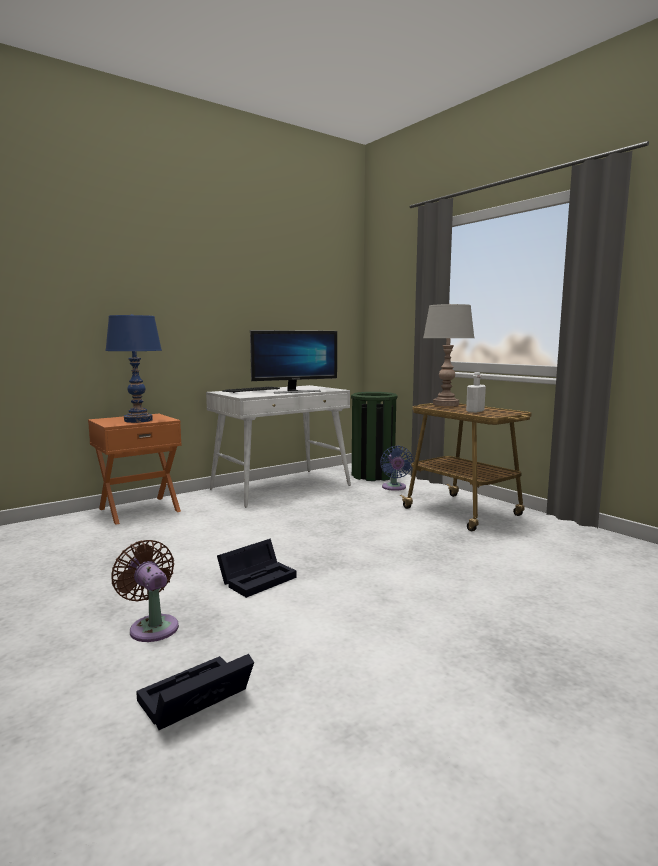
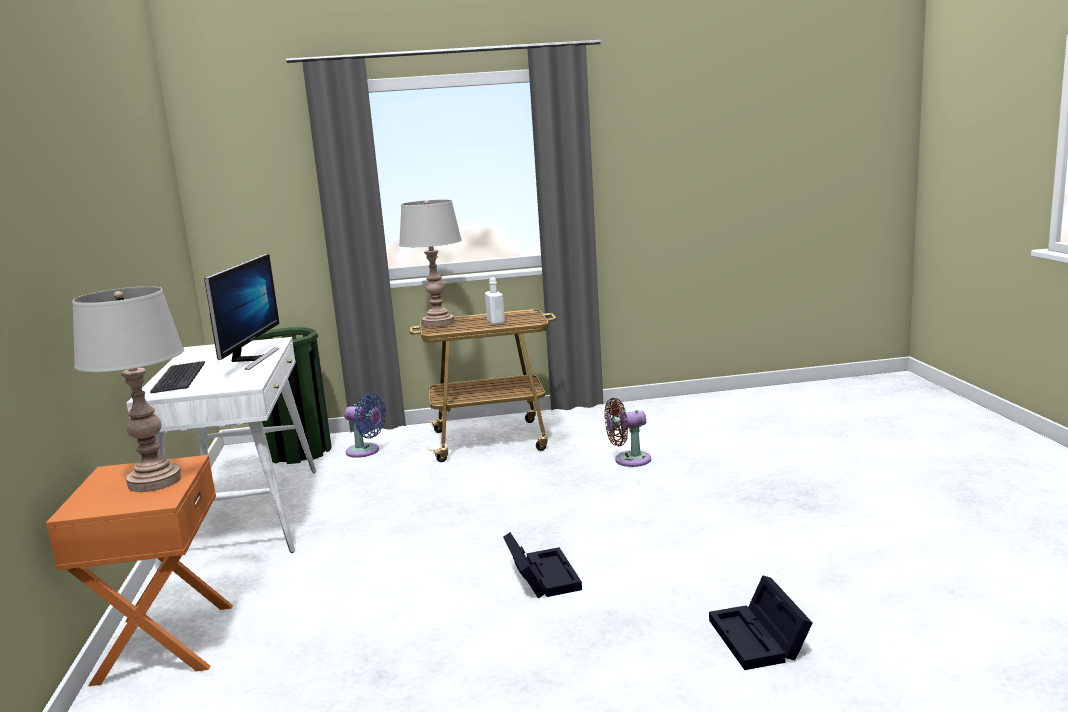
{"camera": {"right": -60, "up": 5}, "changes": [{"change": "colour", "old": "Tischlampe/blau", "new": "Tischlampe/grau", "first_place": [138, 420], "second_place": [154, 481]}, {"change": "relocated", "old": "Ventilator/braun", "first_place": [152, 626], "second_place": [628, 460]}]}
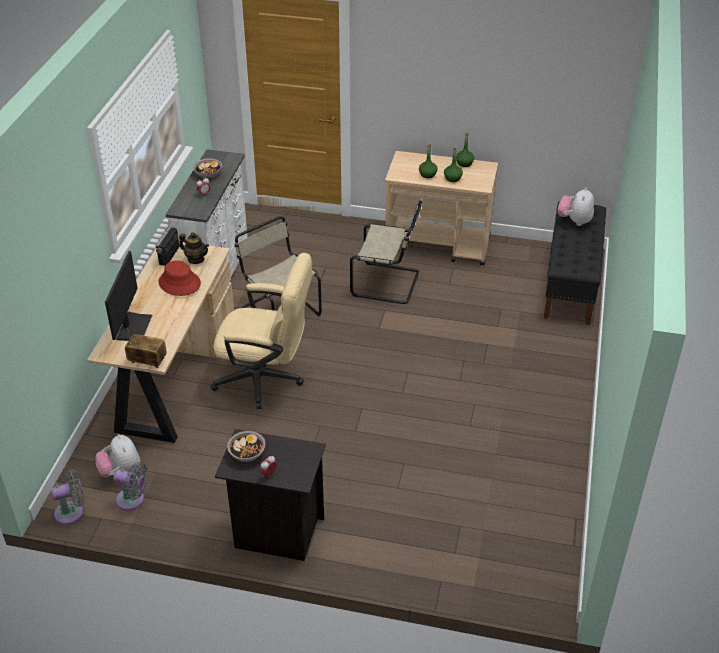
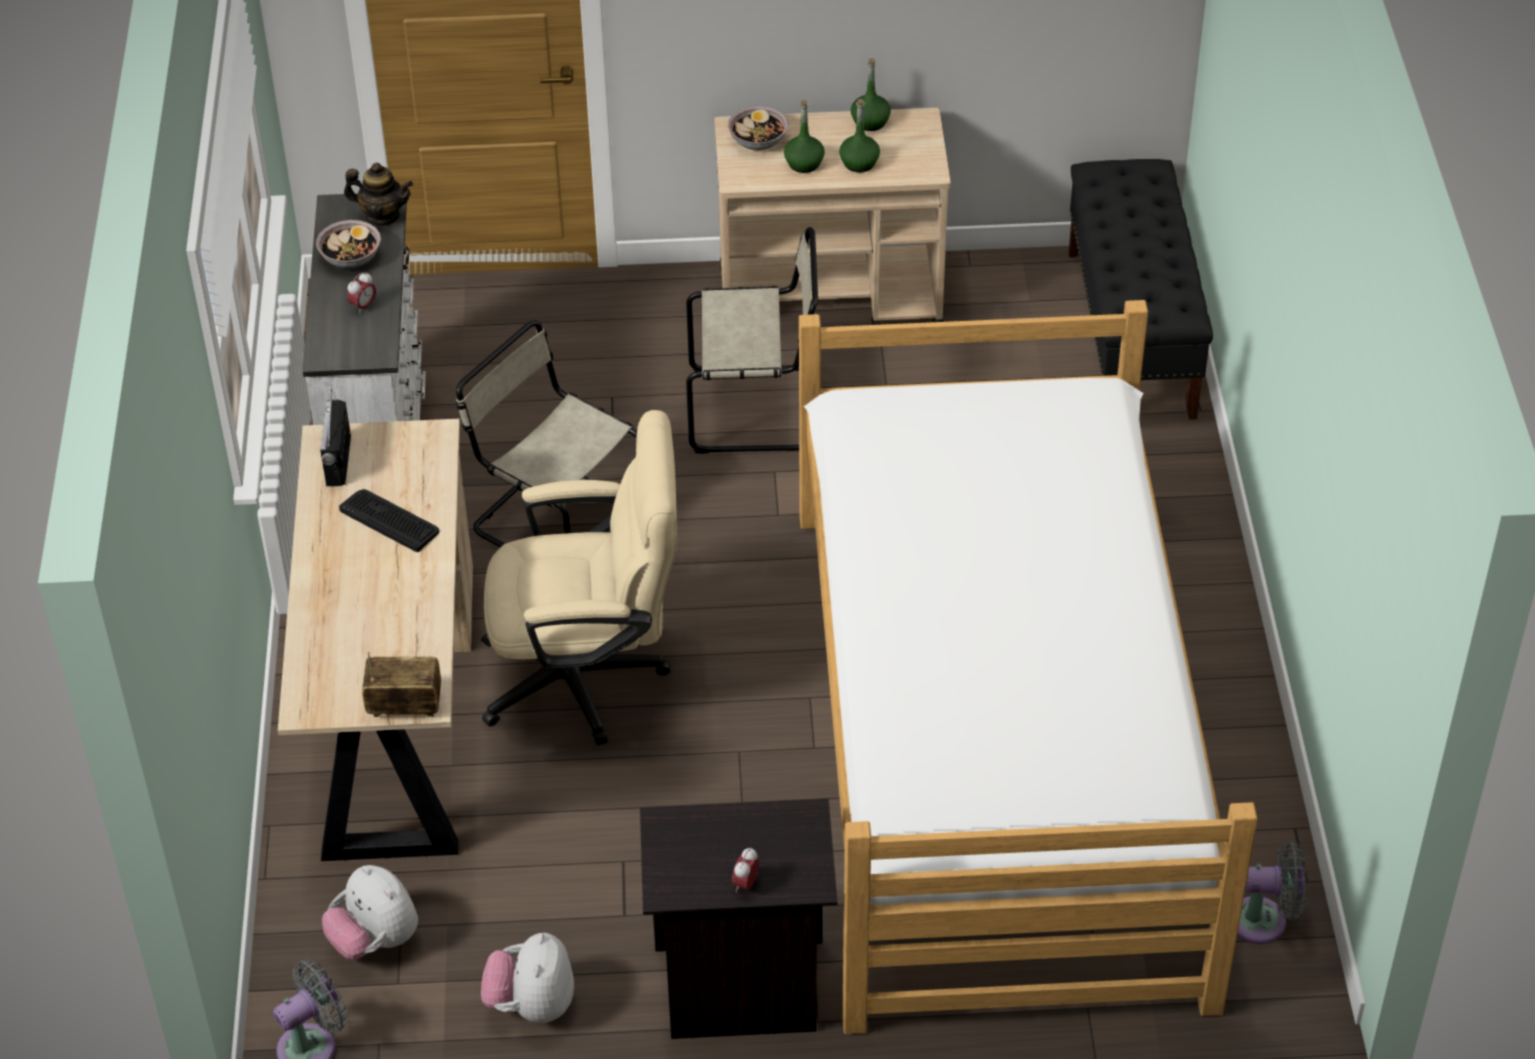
{"camera": {"right": -15, "up": 5}, "changes": [{"change": "relocated", "old": "Plüschtier", "first_place": [574, 221], "second_place": [532, 1005]}, {"change": "relocated", "old": "Teekanne", "first_place": [196, 259], "second_place": [382, 216]}, {"change": "missing", "old": "Monitor", "first_place": [133, 326]}, {"change": "exchanged", "old": "Hut/rot", "new": "Tastatur", "first_place": [179, 283], "second_place": [390, 520]}, {"change": "relocated", "old": "Schüssel", "first_place": [247, 453], "second_place": [758, 140]}, {"change": "relocated", "old": "Ventilator/grau", "first_place": [133, 500], "second_place": [1264, 921]}, {"change": "appeared", "new": "Bett", "second_place": [993, 748]}]}
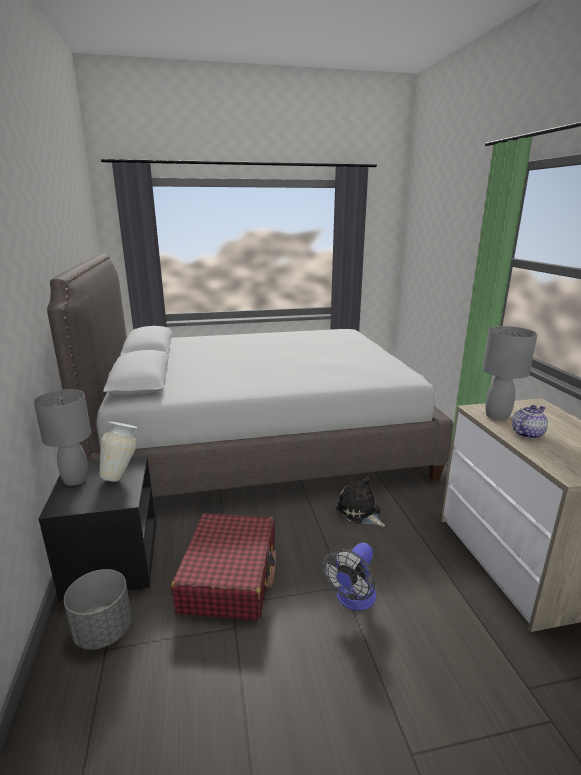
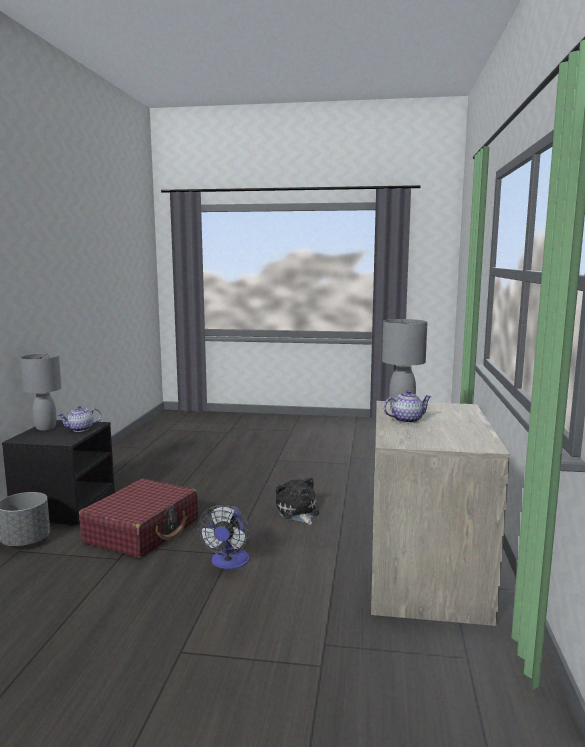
{"camera": {"right": 20, "up": -10}, "changes": [{"change": "missing", "old": "Bett/grau", "first_place": [260, 441]}, {"change": "exchanged", "old": "Vase", "new": "Teekanne", "first_place": [123, 474], "second_place": [80, 429]}, {"change": "spun", "old": "Ventilator", "first_place": [353, 599], "second_place": [229, 563], "degrees": -45}]}
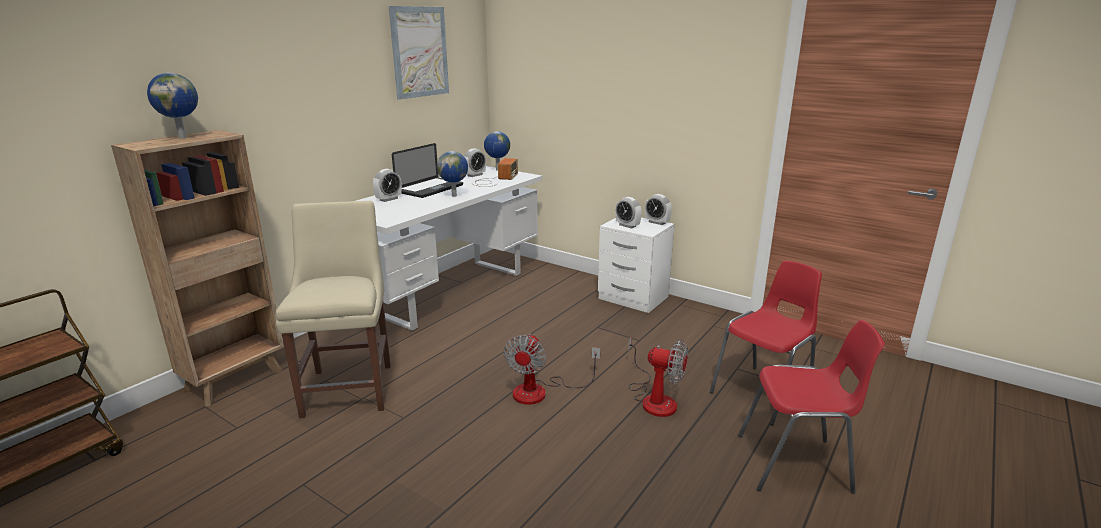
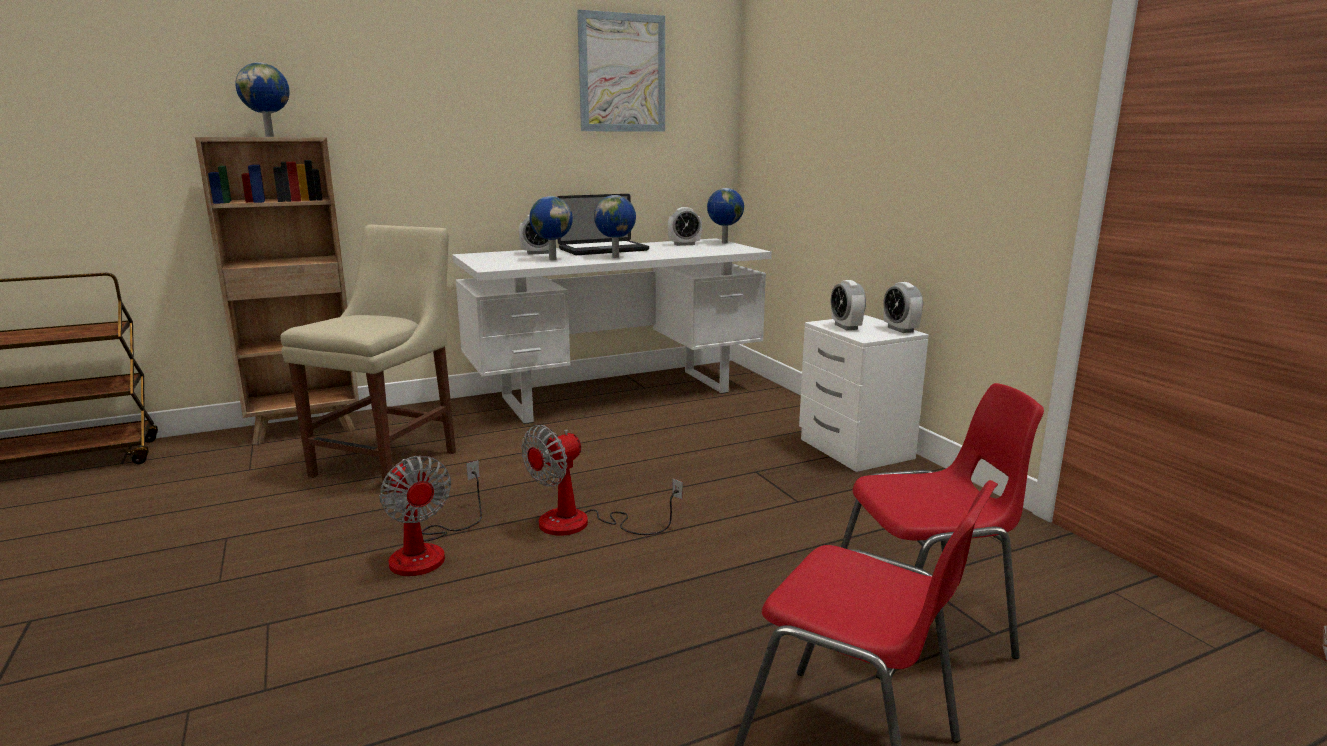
{"camera": {"right": 30, "up": -5}, "changes": [{"change": "missing", "old": "Radio", "first_place": [494, 180]}, {"change": "relocated", "old": "Ventilator", "first_place": [654, 398], "second_place": [429, 550]}, {"change": "appeared", "new": "Globus", "second_place": [552, 259]}]}
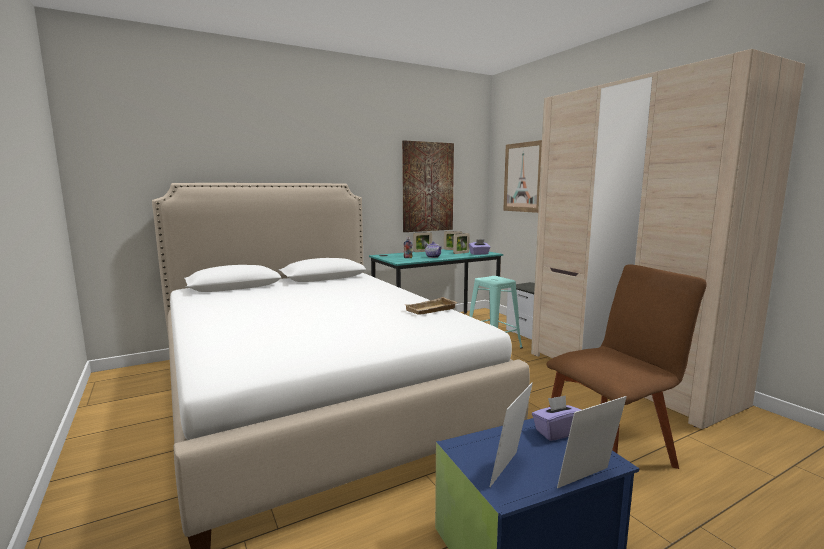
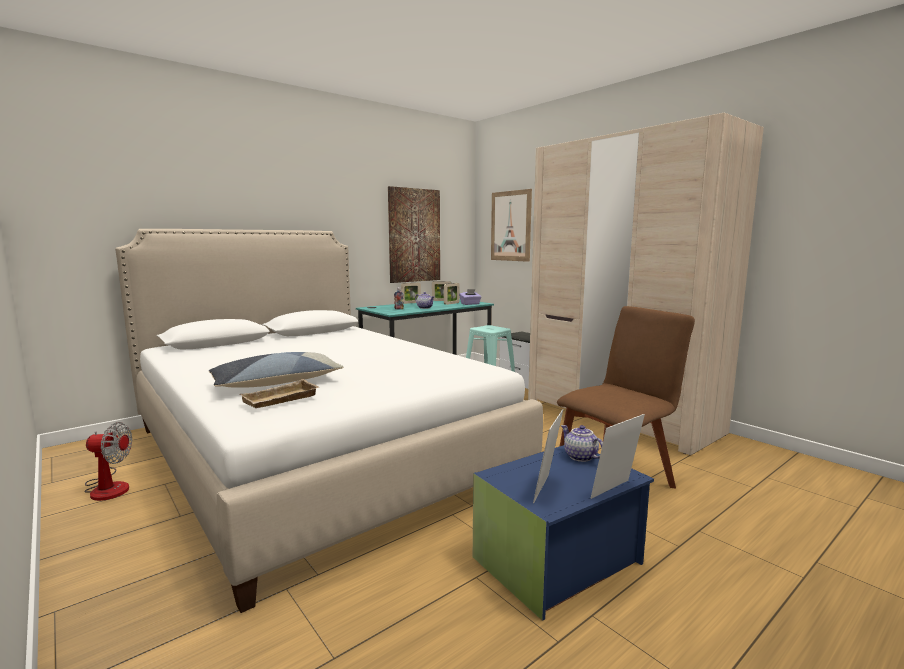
{"camera": {"right": -10, "up": 0}, "changes": [{"change": "relocated", "old": "Tablett/beige", "first_place": [431, 310], "second_place": [280, 400]}, {"change": "exchanged", "old": "Taschentuchbox/lila", "new": "Teekanne", "first_place": [557, 432], "second_place": [579, 457]}, {"change": "appeared", "new": "Kissen", "second_place": [277, 382]}, {"change": "appeared", "new": "Ventilator", "second_place": [108, 487]}]}
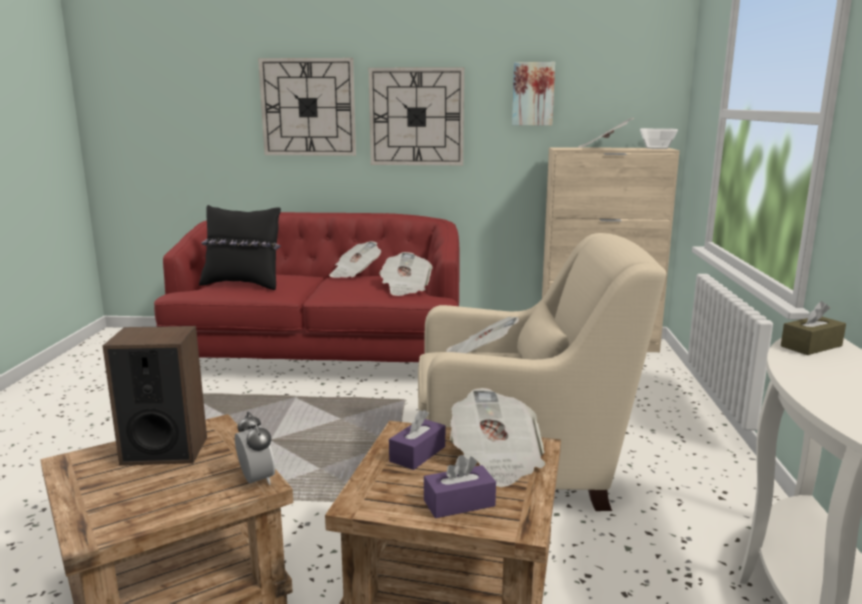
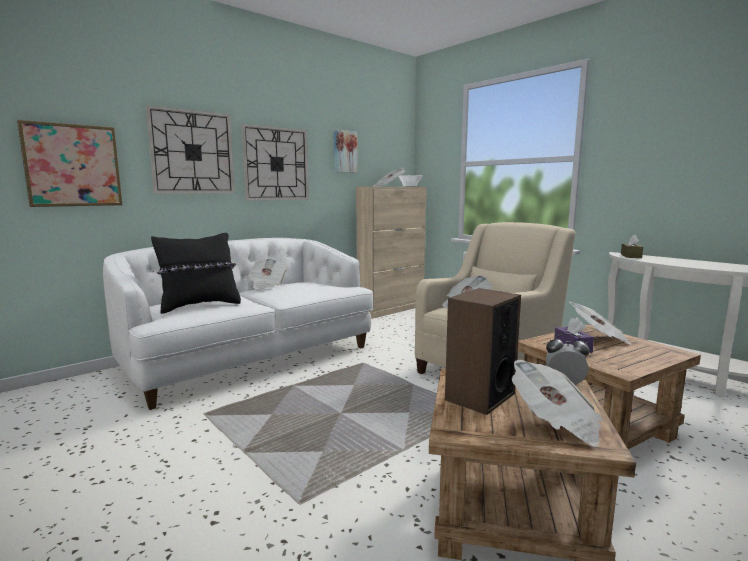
{"camera": {"right": -45, "up": -5}, "changes": [{"change": "colour", "old": "Sofa/rot", "new": "Sofa/weiß", "first_place": [322, 357], "second_place": [250, 359]}, {"change": "relocated", "old": "Zeitung", "first_place": [405, 288], "second_place": [556, 423]}, {"change": "missing", "old": "Taschentuchbox/lila", "first_place": [459, 503]}, {"change": "appeared", "new": "Bild", "second_place": [72, 165]}]}
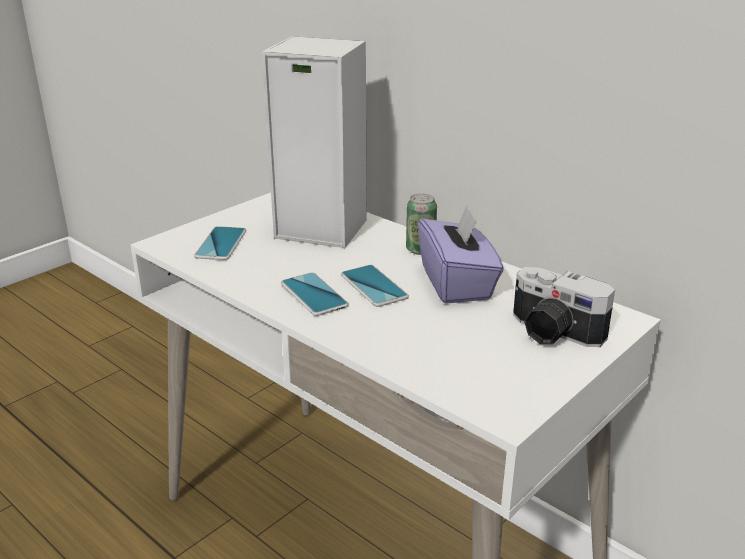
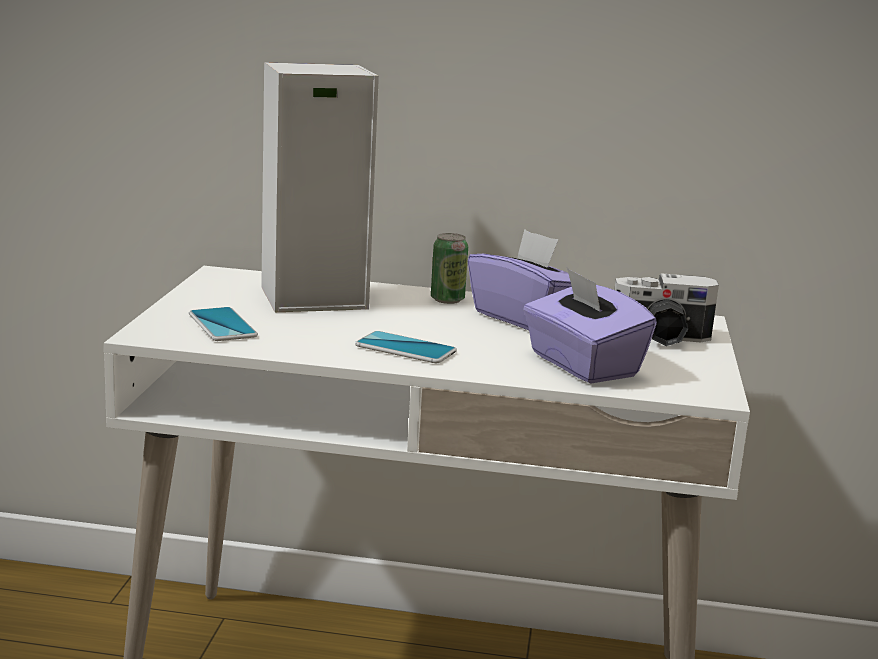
{"camera": {"right": -35, "up": -10}, "changes": [{"change": "missing", "old": "Handy", "first_place": [373, 286]}, {"change": "appeared", "new": "Taschentuchbox/lila", "second_place": [582, 365]}]}
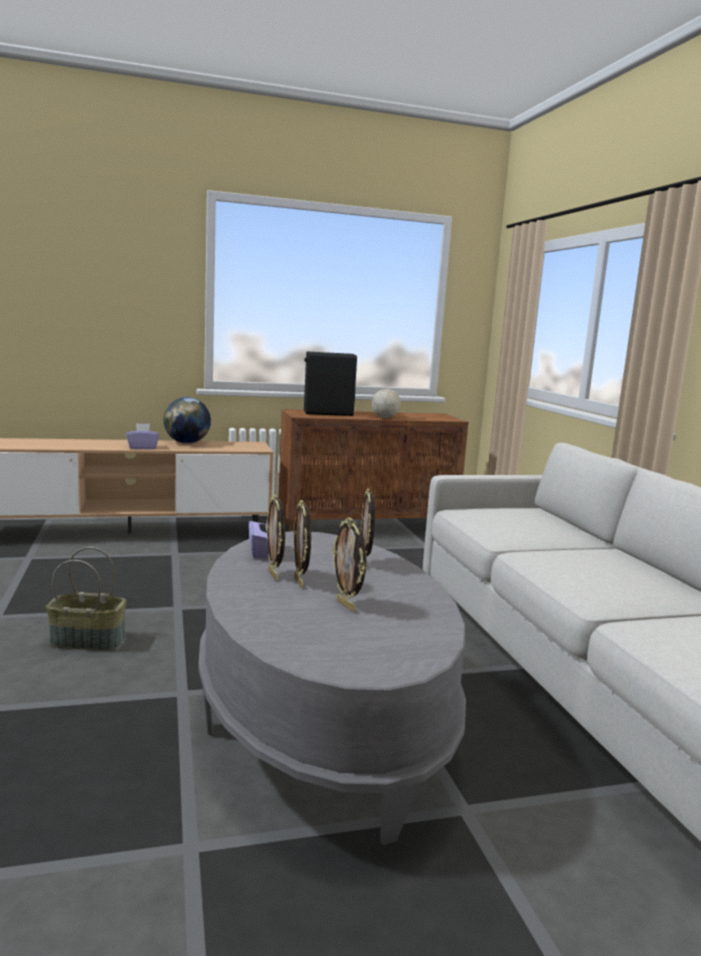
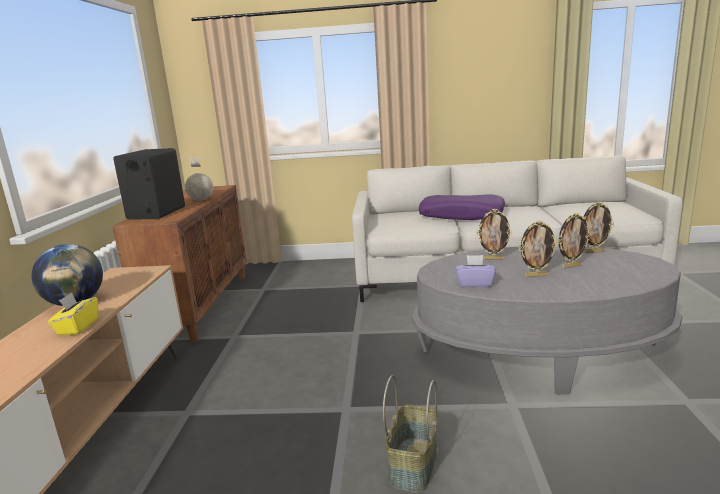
{"camera": {"right": -70, "up": 5}, "changes": [{"change": "colour", "old": "Taschentuchbox/lila", "new": "Taschentuchbox/gelb", "first_place": [142, 447], "second_place": [77, 327]}, {"change": "relocated", "old": "Bilderrahmen", "first_place": [274, 575], "second_place": [594, 252]}, {"change": "appeared", "new": "Kissen/lila", "second_place": [461, 215]}]}
